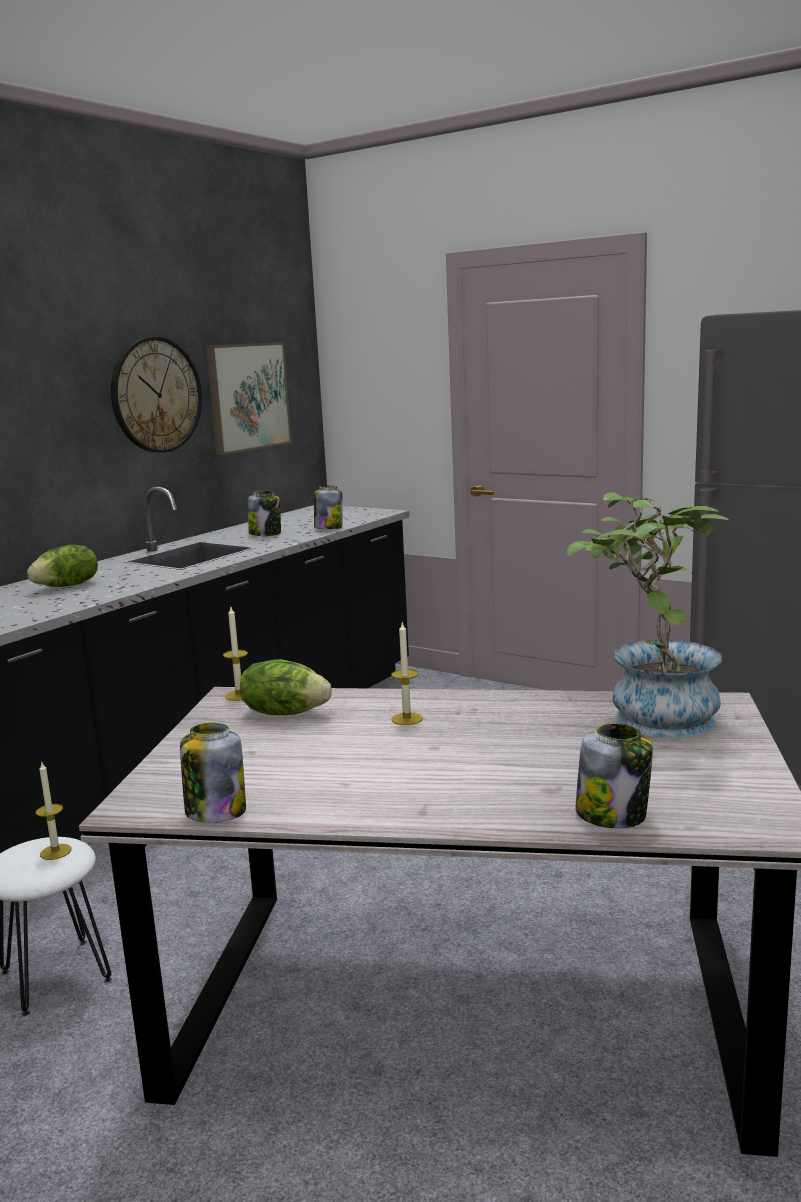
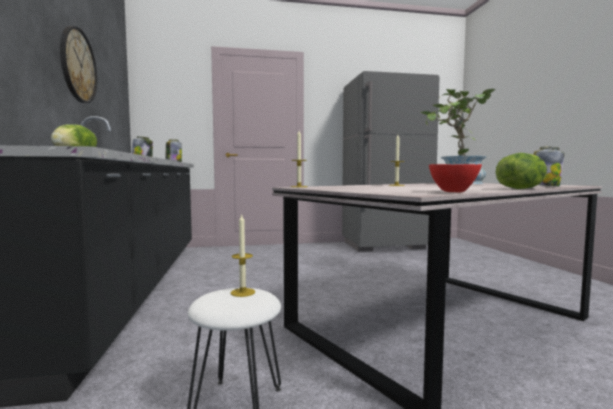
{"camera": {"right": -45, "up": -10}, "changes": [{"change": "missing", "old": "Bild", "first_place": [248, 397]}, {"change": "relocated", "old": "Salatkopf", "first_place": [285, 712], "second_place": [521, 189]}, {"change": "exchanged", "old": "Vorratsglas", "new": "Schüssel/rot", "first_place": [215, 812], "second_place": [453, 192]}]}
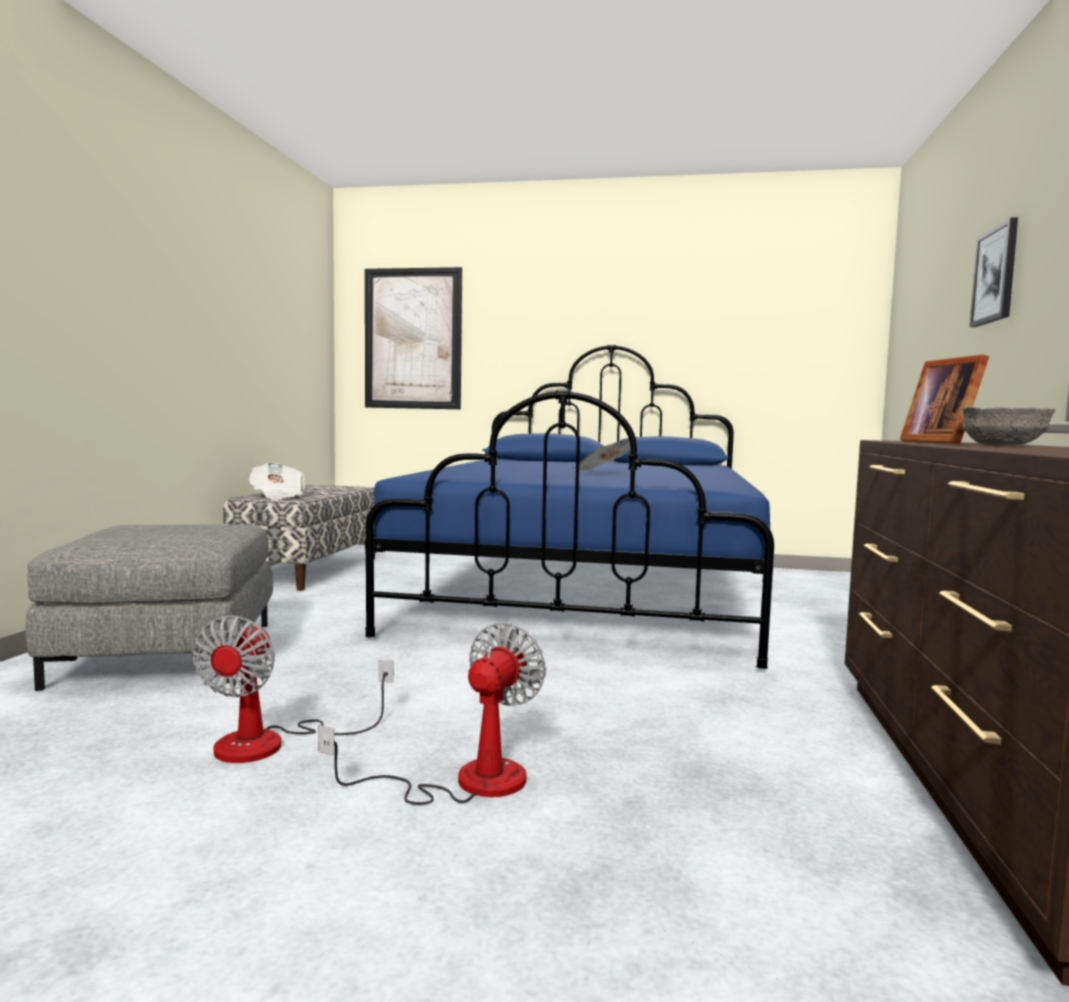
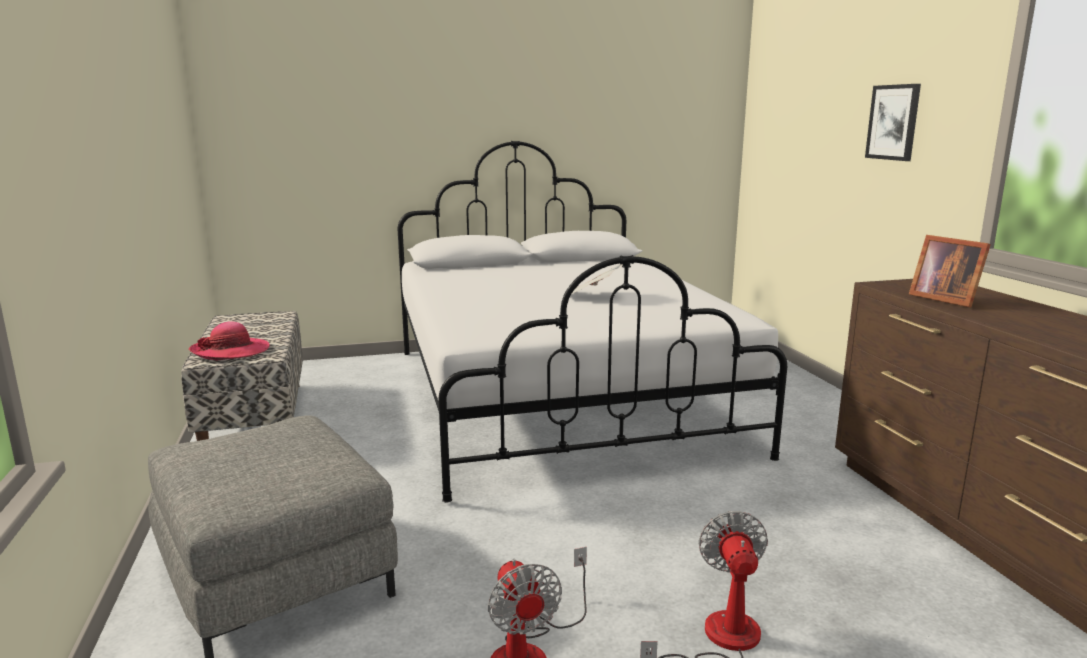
{"camera": {"right": -25, "up": 10}, "changes": [{"change": "missing", "old": "Bild", "first_place": [413, 339]}, {"change": "colour", "old": "Bett/blau", "new": "Bett/weiß", "first_place": [588, 594], "second_place": [558, 398]}, {"change": "missing", "old": "Schüssel/grau", "first_place": [1003, 446]}, {"change": "exchanged", "old": "Zeitung", "new": "Hut", "first_place": [277, 496], "second_place": [230, 351]}]}
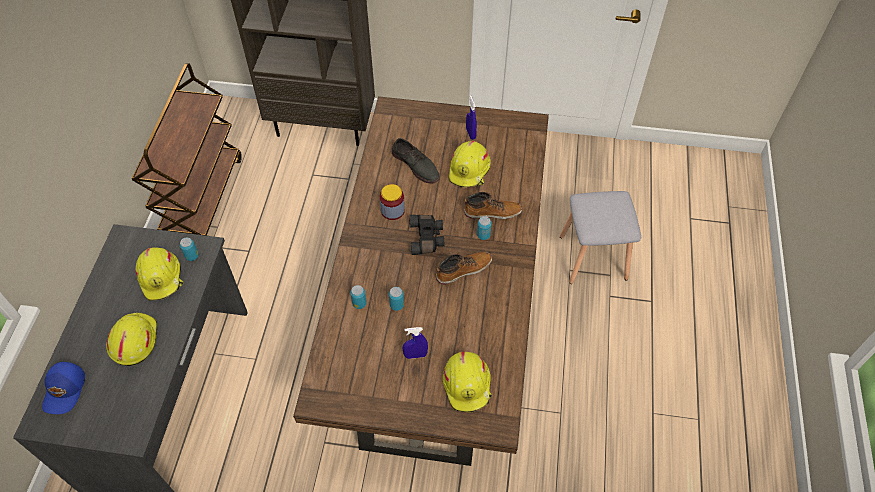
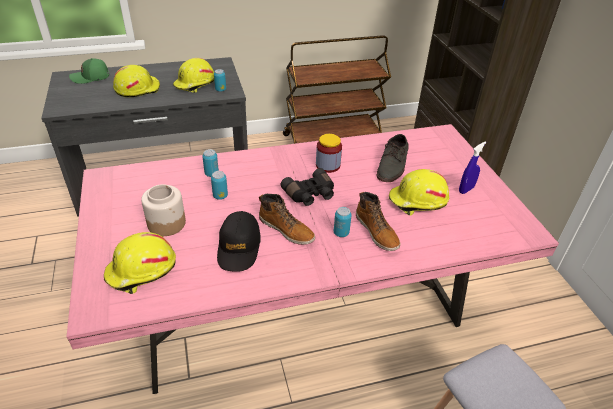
{"camera": {"right": 65, "up": -15}, "changes": [{"change": "colour", "old": "Esstisch/braun", "new": "Esstisch/rosa", "first_place": [436, 322], "second_place": [303, 312]}, {"change": "exchanged", "old": "Sprühflasche/blau", "new": "Vorratsglas", "first_place": [415, 355], "second_place": [167, 223]}, {"change": "colour", "old": "Kappe/blau", "new": "Kappe/grün", "first_place": [65, 390], "second_place": [91, 77]}, {"change": "appeared", "new": "Kappe/schwarz", "second_place": [239, 247]}]}
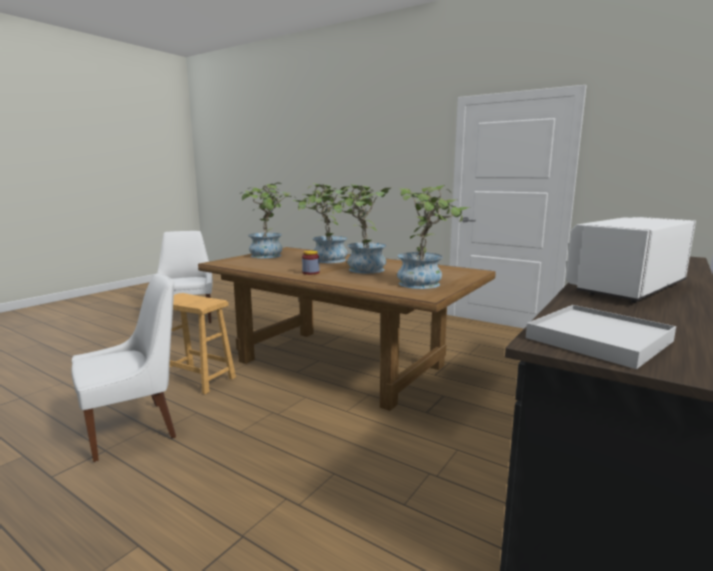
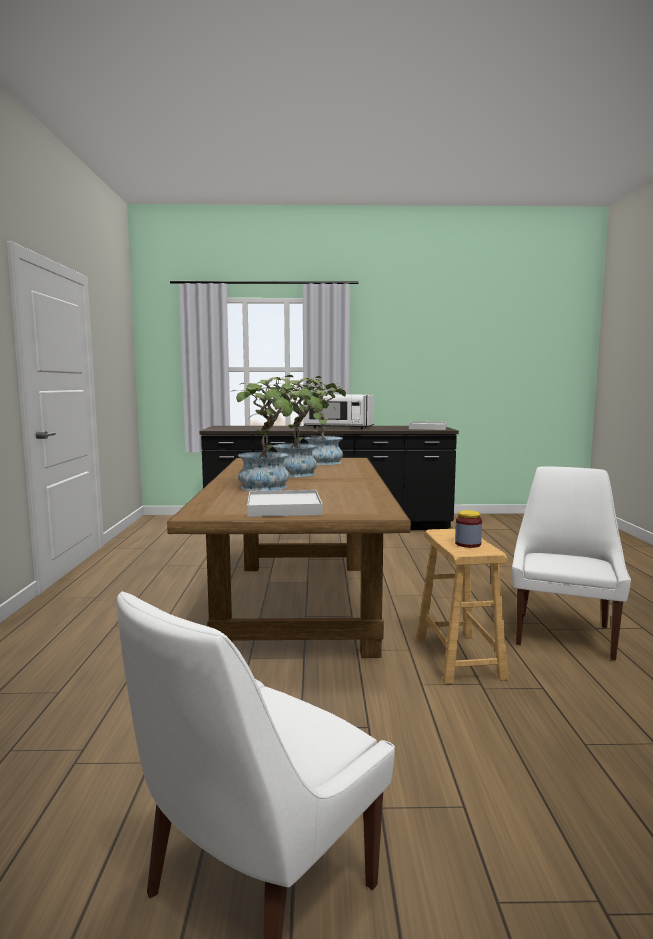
{"camera": {"right": -125, "up": -5}, "changes": [{"change": "exchanged", "old": "Topfpflanze", "new": "Tablett/weiß", "first_place": [269, 256], "second_place": [284, 507]}, {"change": "relocated", "old": "Vorratsglas", "first_place": [310, 273], "second_place": [468, 544]}, {"change": "spun", "old": "Stuhl/weiß", "first_place": [135, 429], "second_place": [563, 634], "degrees": 90}]}
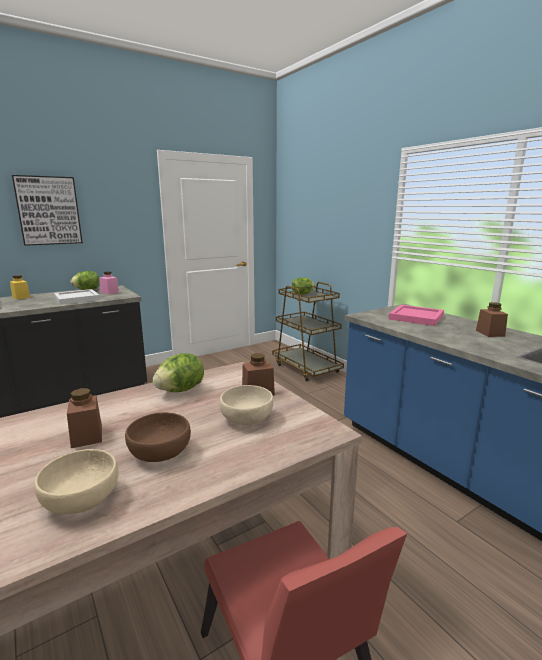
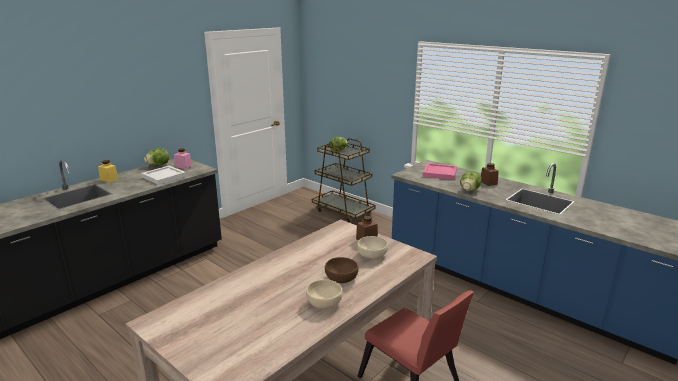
{"camera": {"right": -15, "up": 5}, "changes": [{"change": "missing", "old": "Bild", "first_place": [48, 210]}, {"change": "relocated", "old": "Salatkopf", "first_place": [180, 390], "second_place": [469, 190]}, {"change": "missing", "old": "Vorratsglas/braun", "first_place": [87, 436]}]}
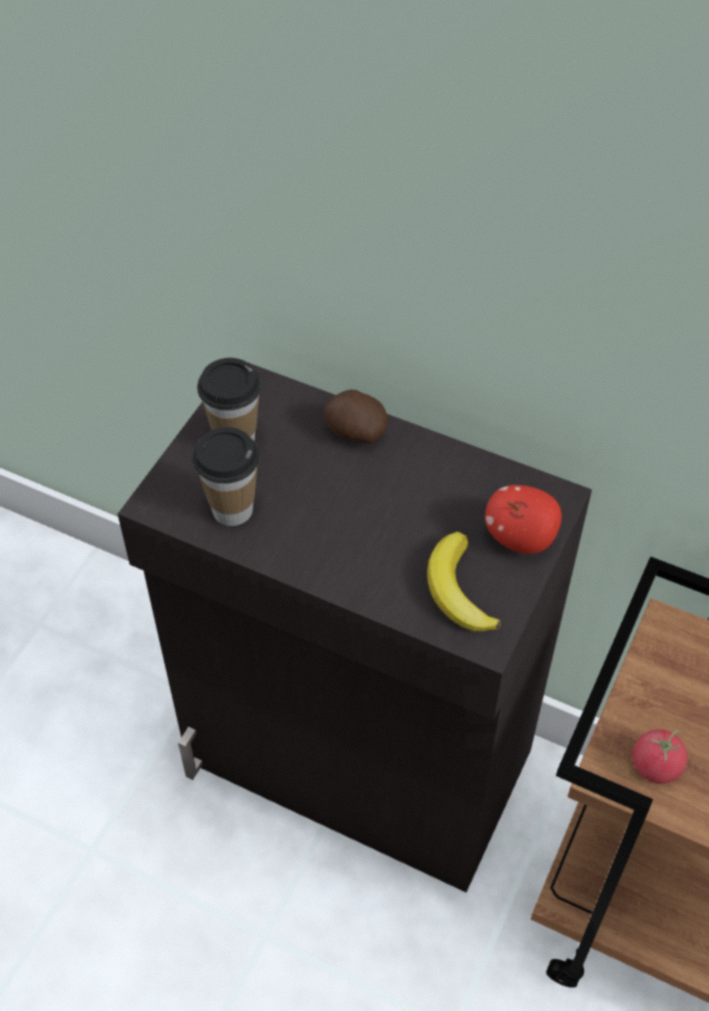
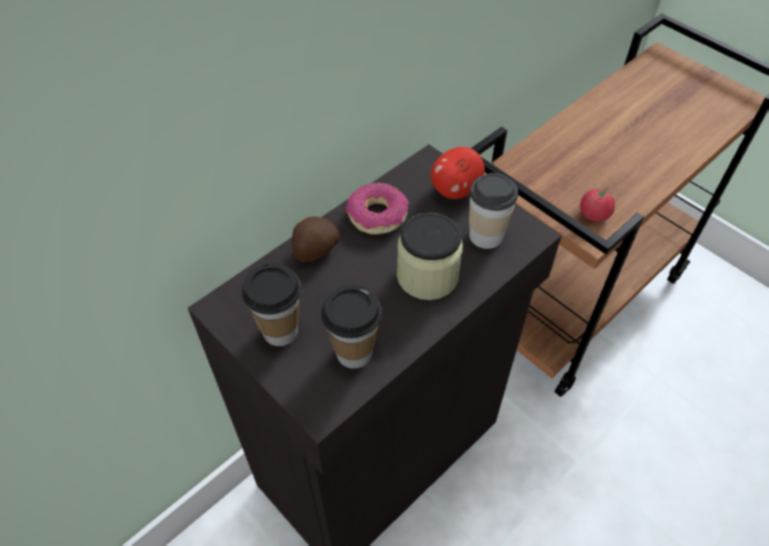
{"camera": {"right": -70, "up": 0}, "changes": [{"change": "exchanged", "old": "Banane", "new": "Tasse", "first_place": [458, 589], "second_place": [486, 236]}, {"change": "appeared", "new": "Donut", "second_place": [377, 215]}, {"change": "appeared", "new": "Vorratsglas", "second_place": [427, 276]}]}
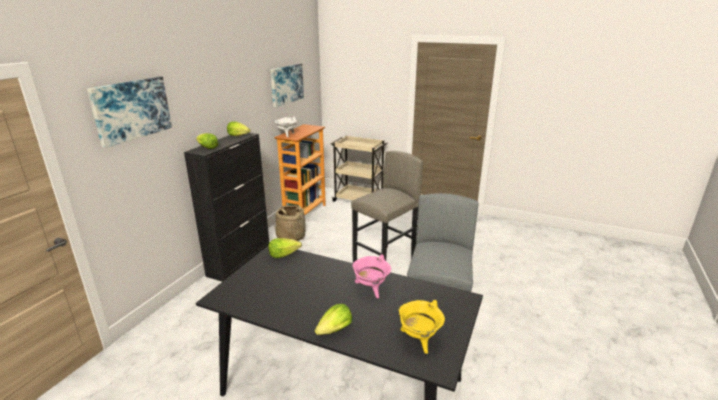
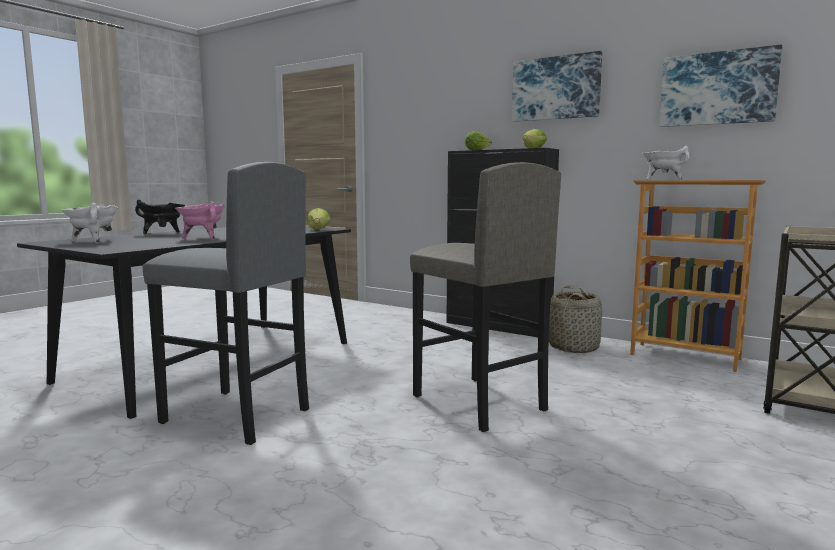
{"camera": {"right": 100, "up": -15}, "changes": [{"change": "relocated", "old": "Bild", "first_place": [131, 109], "second_place": [556, 88]}, {"change": "colour", "old": "Kochtopf/gelb", "new": "Kochtopf/weiß", "first_place": [419, 340], "second_place": [92, 241]}, {"change": "exchanged", "old": "Salatkopf", "new": "Kochtopf/schwarz", "first_place": [335, 330], "second_place": [162, 233]}]}
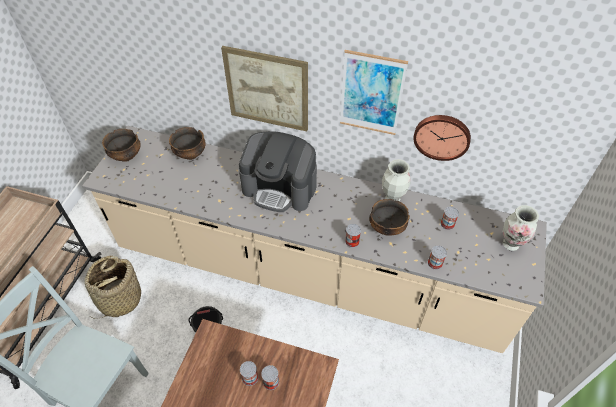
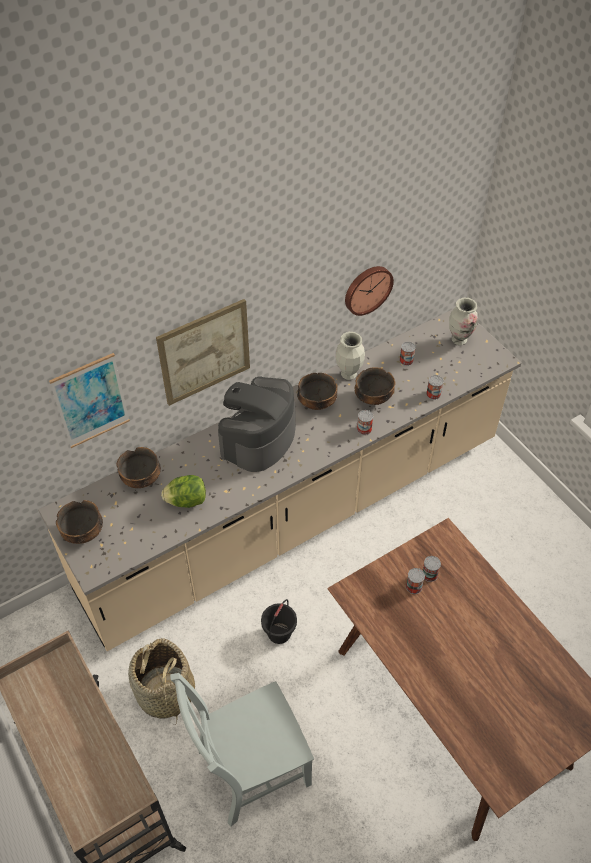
{"camera": {"right": -50, "up": 0}, "changes": [{"change": "relocated", "old": "Bild", "first_place": [371, 94], "second_place": [91, 401]}, {"change": "spun", "old": "Kaffeemaschine", "first_place": [280, 187], "second_place": [258, 438], "degrees": 150}, {"change": "appeared", "new": "Schüssel", "second_place": [317, 403]}, {"change": "appeared", "new": "Salatkopf", "second_place": [186, 501]}]}
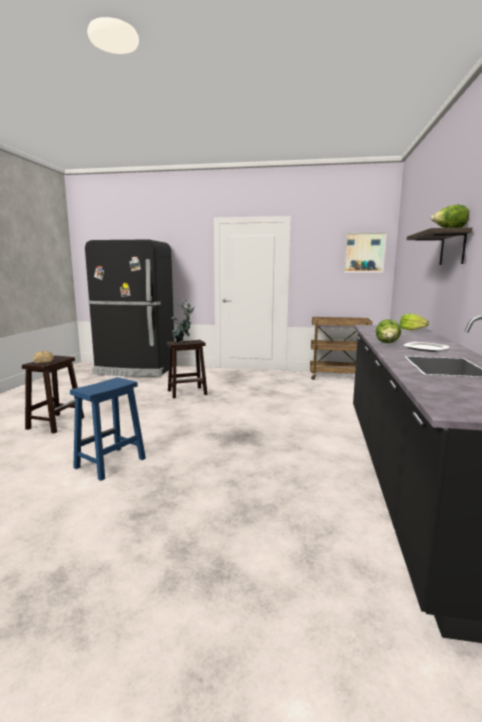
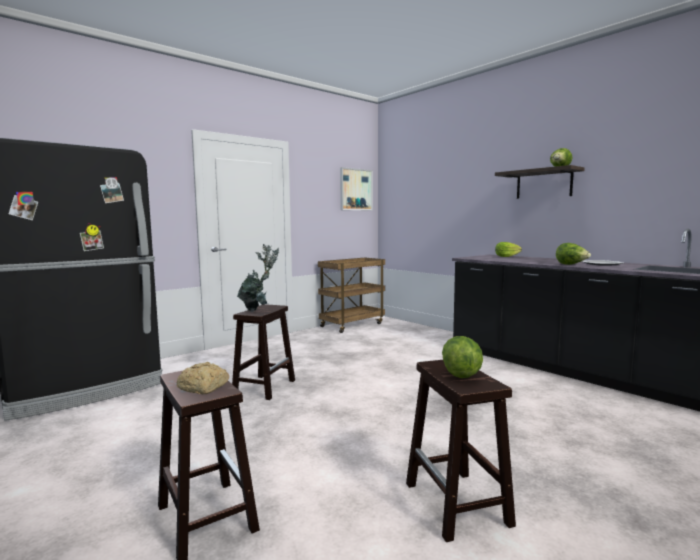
{"camera": {"right": -50, "up": -5}, "changes": [{"change": "colour", "old": "Hocker/blau", "new": "Hocker/braun", "first_place": [109, 463], "second_place": [458, 504]}, {"change": "appeared", "new": "Salatkopf", "second_place": [461, 373]}]}
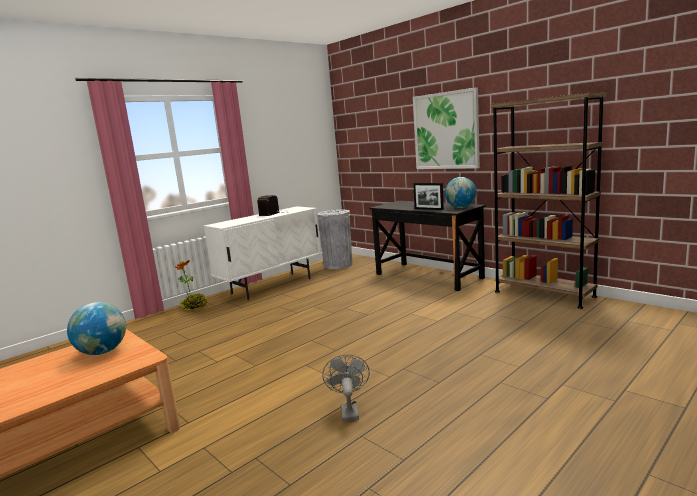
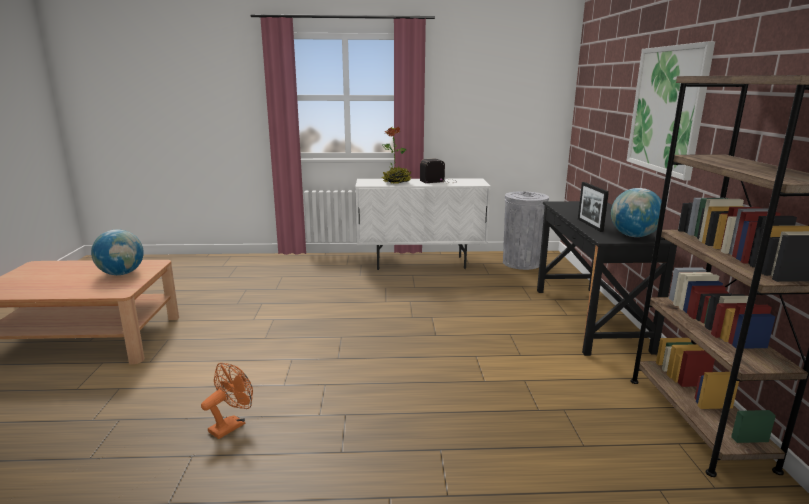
{"camera": {"right": 40, "up": 5}, "changes": [{"change": "relocated", "old": "Topfpflanze", "first_place": [194, 307], "second_place": [396, 182]}, {"change": "colour", "old": "Ventilator/grau", "new": "Ventilator/orange", "first_place": [349, 410], "second_place": [231, 425]}]}
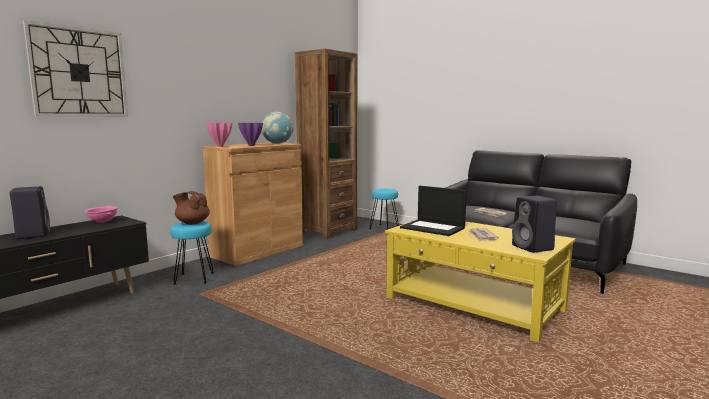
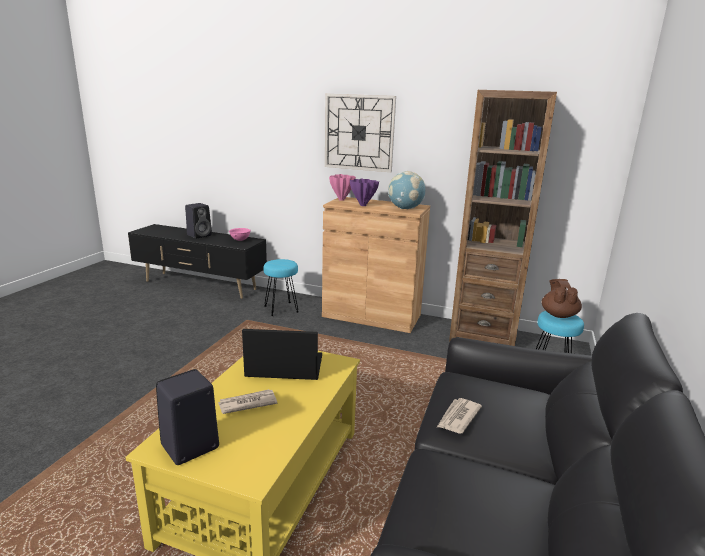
{"camera": {"right": 70, "up": 10}, "changes": [{"change": "relocated", "old": "Wanduhr", "first_place": [79, 72], "second_place": [359, 132]}, {"change": "spun", "old": "Laptop", "first_place": [433, 228], "second_place": [283, 366], "degrees": 75}, {"change": "relocated", "old": "Teekanne/braun", "first_place": [192, 223], "second_place": [558, 315]}]}
